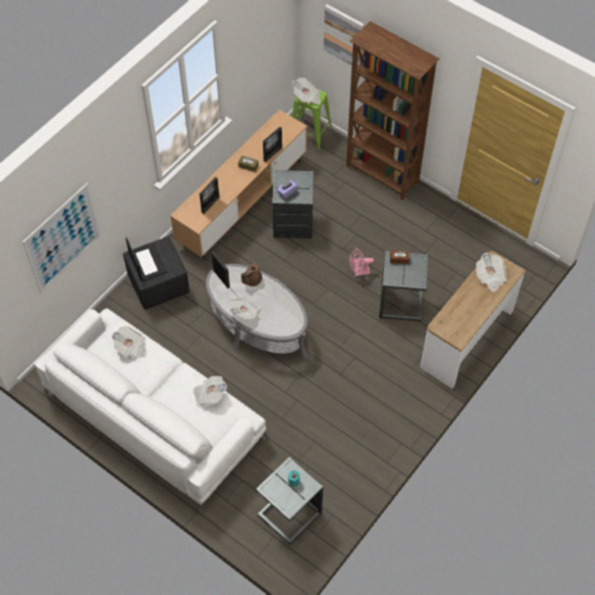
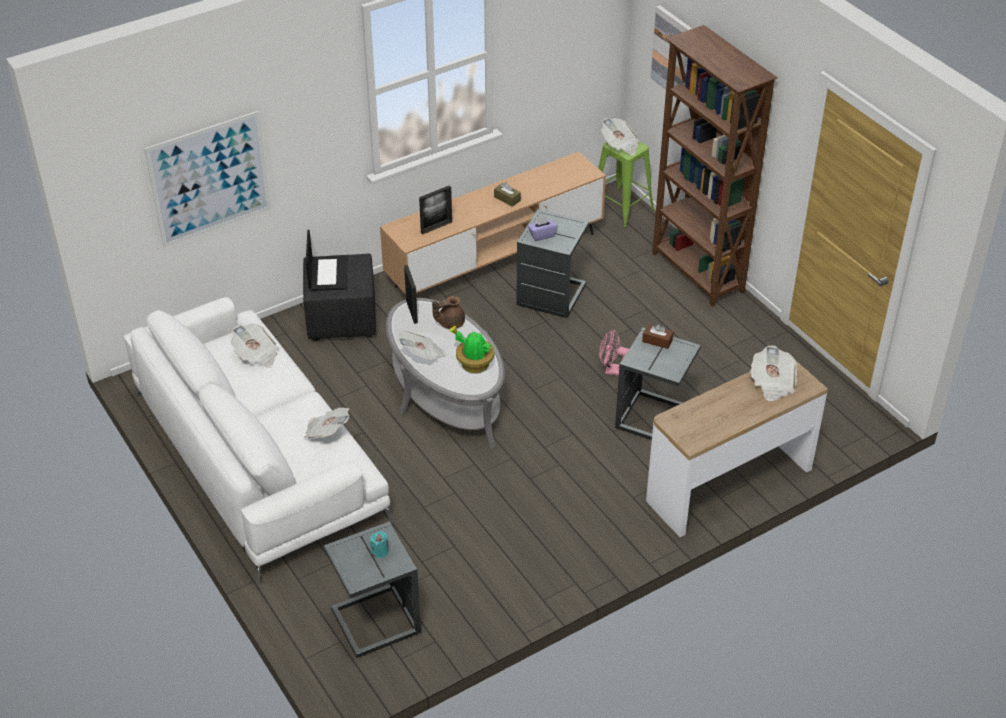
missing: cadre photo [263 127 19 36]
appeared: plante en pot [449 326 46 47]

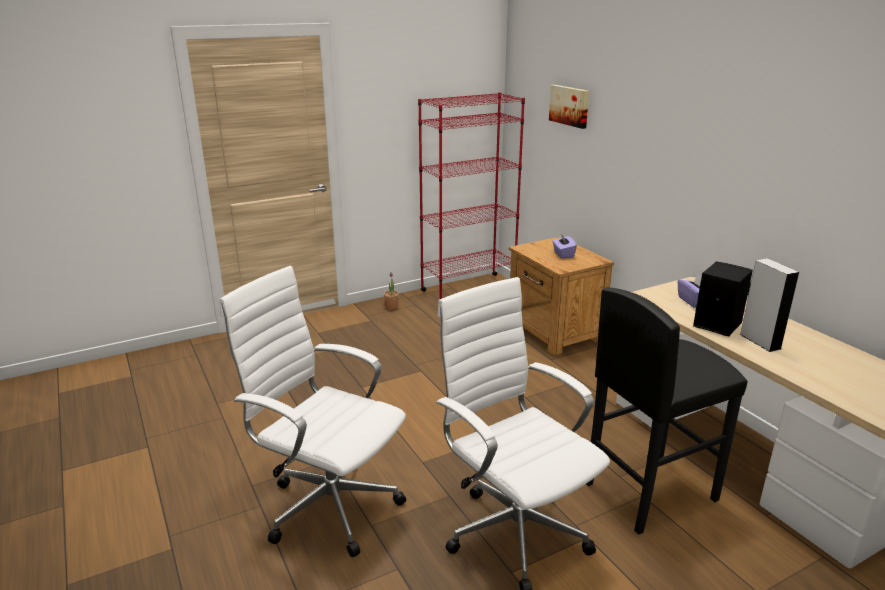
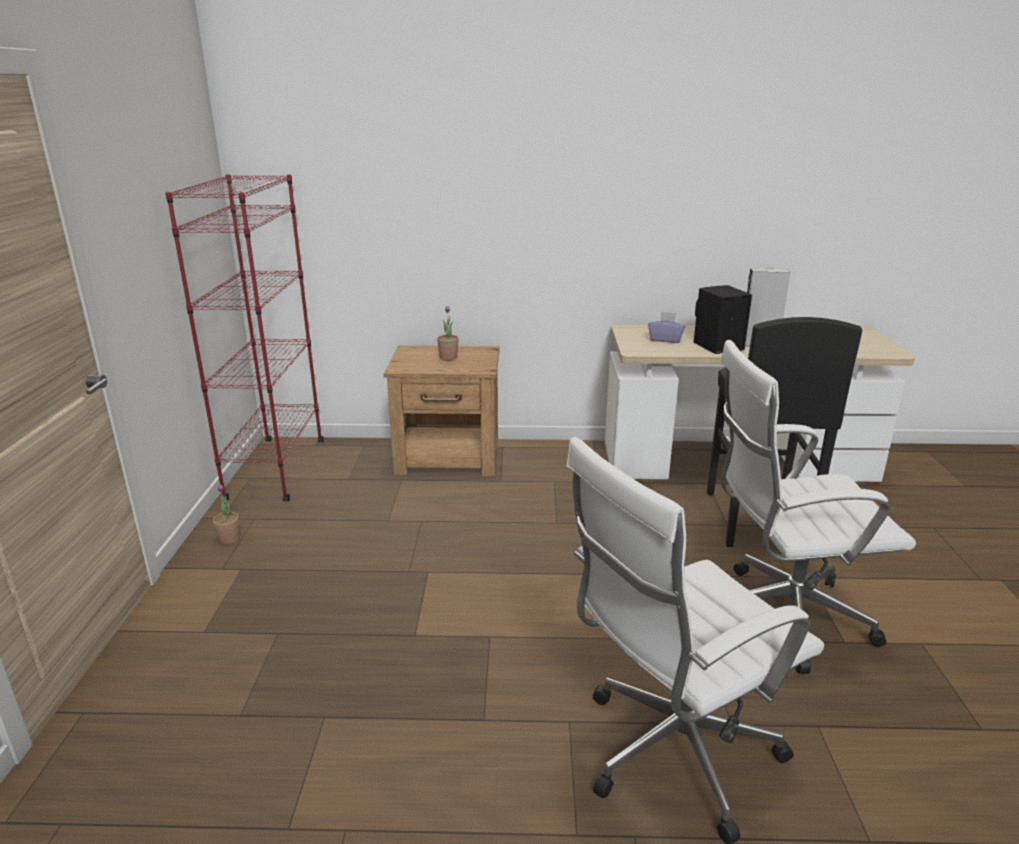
missing: tableau [549 85 40 44]
exchanged: boîte à mouchoirs [violet] [553 234 24 24] to plante en pot [437 306 22 55]

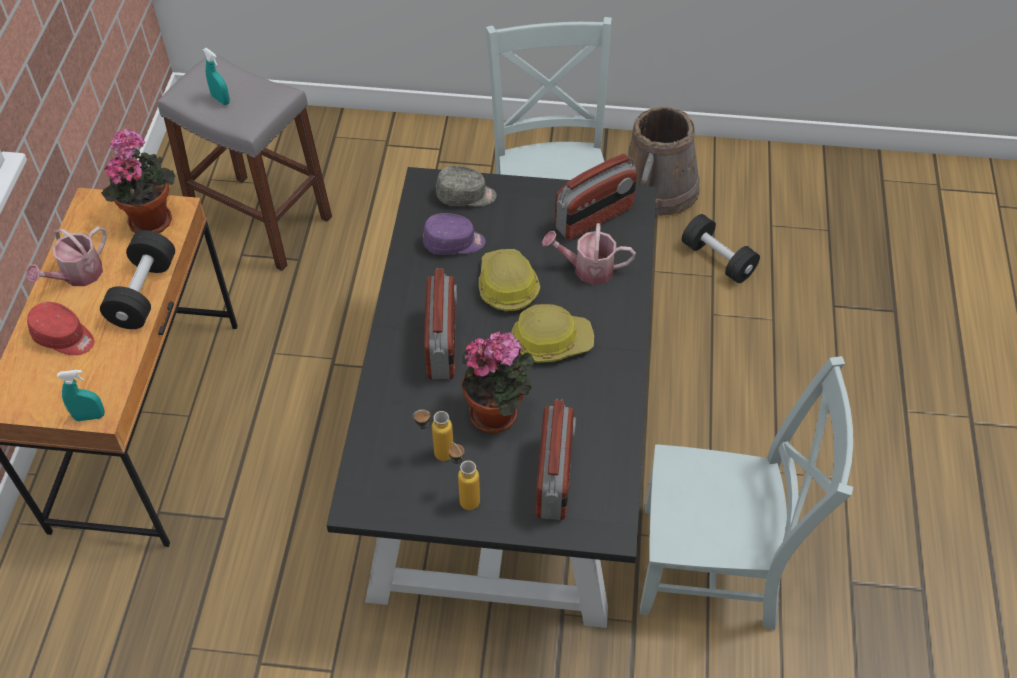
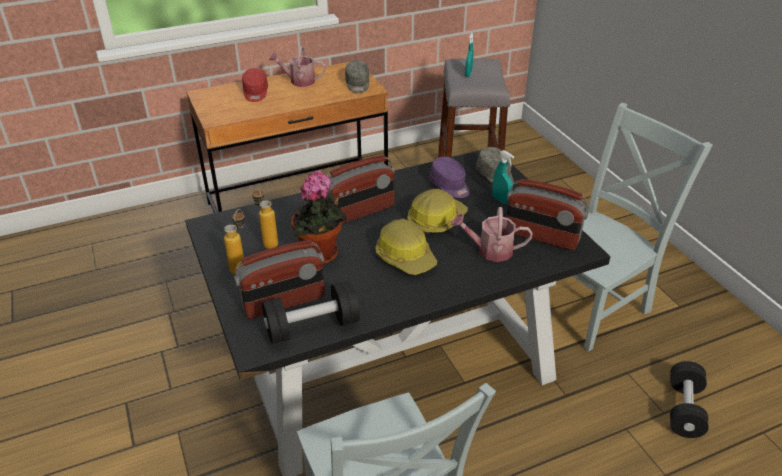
missing: seau [marron] [626 106 74 110]
relocated: haltère [noir] [100 230 75 99] to [262 281 98 63]; vaporisateur [turquoise] [57 370 48 51] to [492 150 22 54]
exchanged: plante en pot [101 129 74 104] to casquette [gris] [345 60 24 33]
spun: arrosoir [542 223 94 62] = [451 207 82 55] 60 degrees counterclockwise

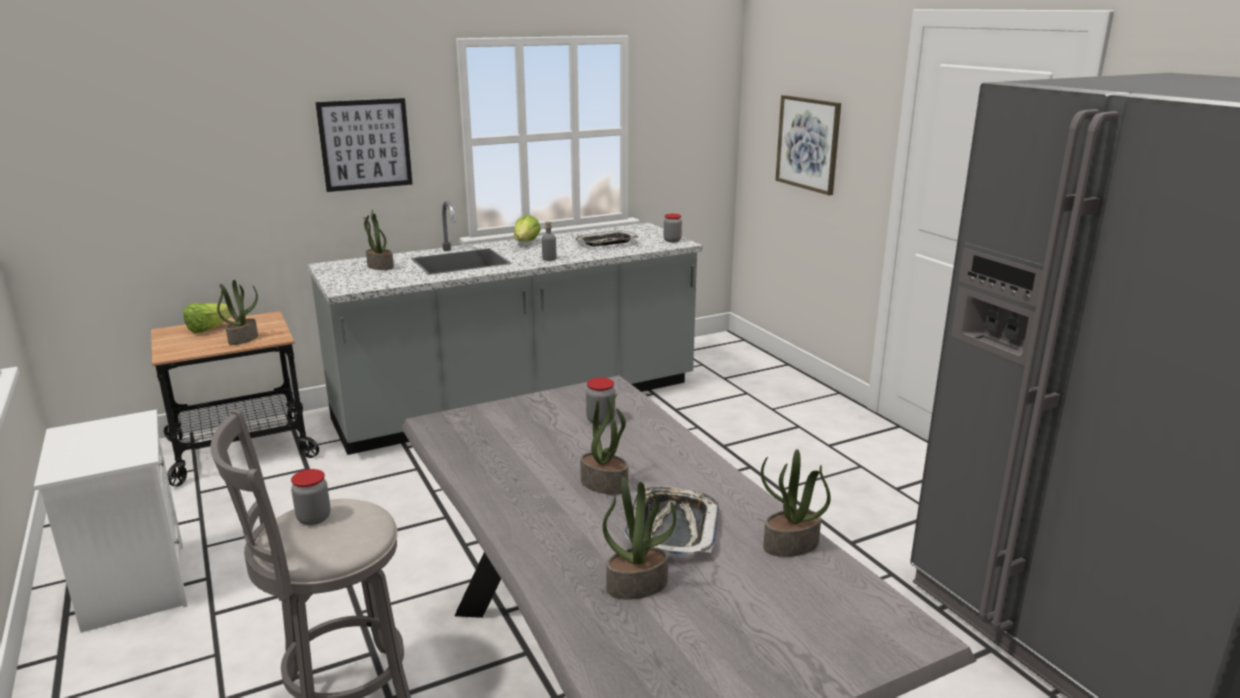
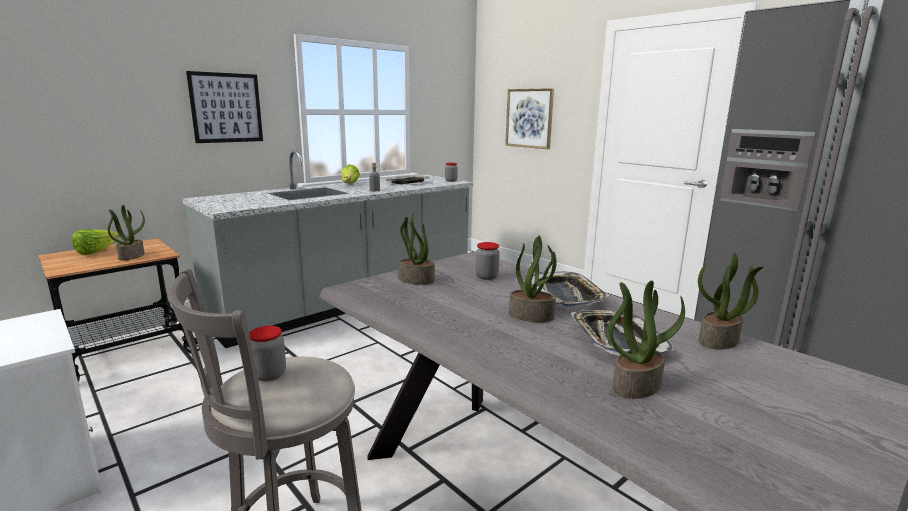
appeared: plateau [531 272 79 35]
relocated: plante en pot [363 210 31 60] to [398 212 37 72]

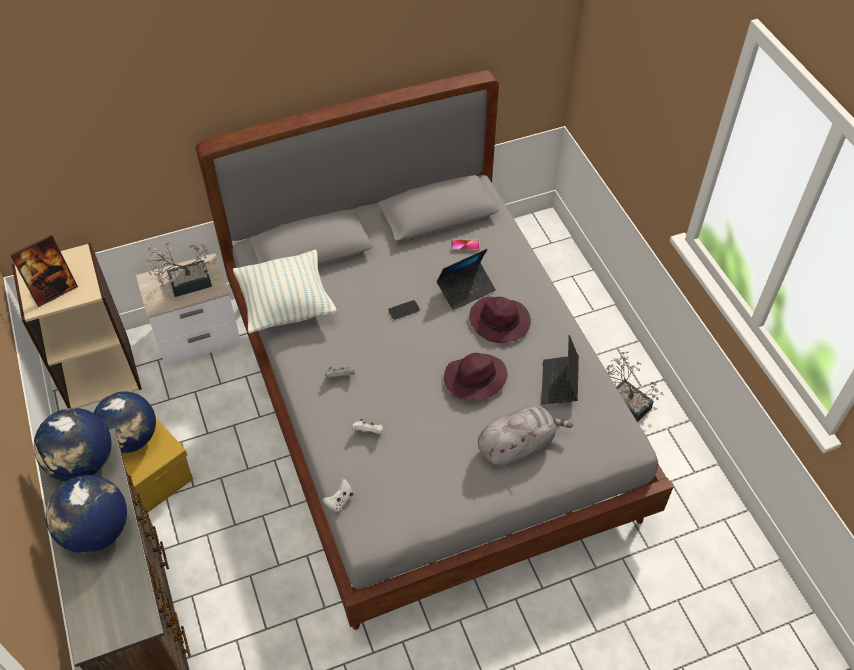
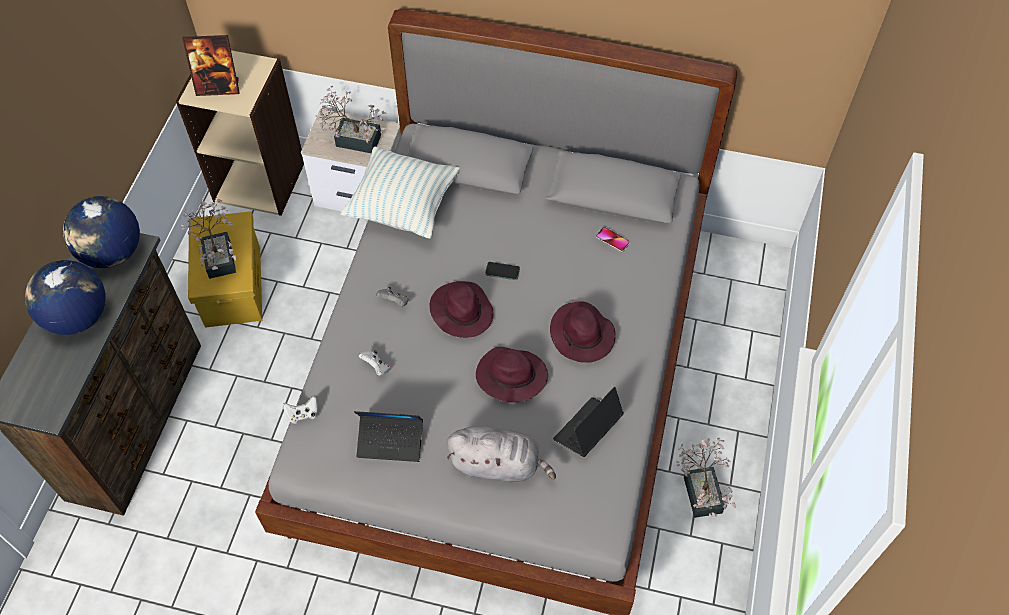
appeared: chapeau [violet] [429 281 65 57]
relocated: ordinateur portable [437 249 59 61] to [354 411 69 51]
exchanged: globe [94 392 62 61] to plante en pot [181 199 56 80]

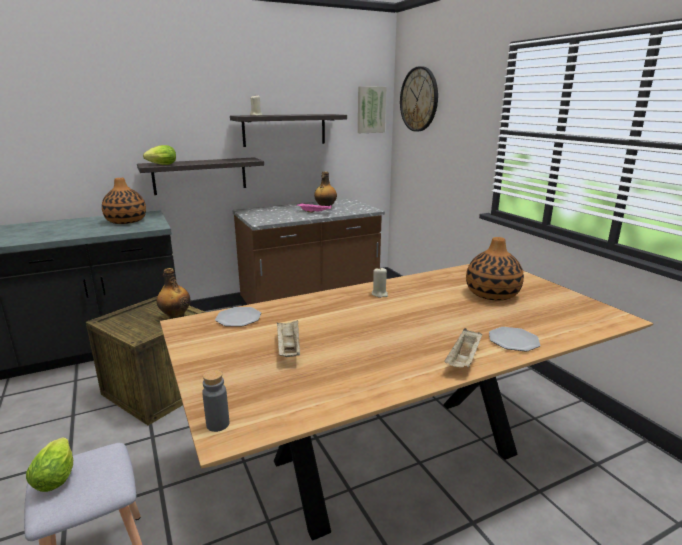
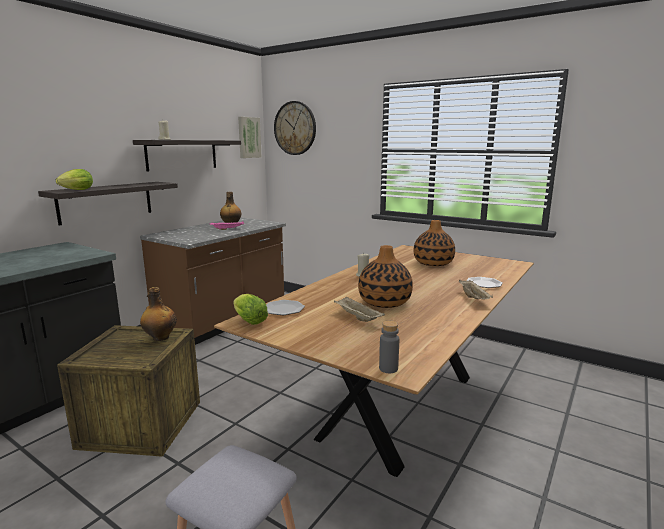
relocated: laitue [26 438 47 54] to [233 294 35 31]; vase [102 178 44 46] to [358 245 55 63]

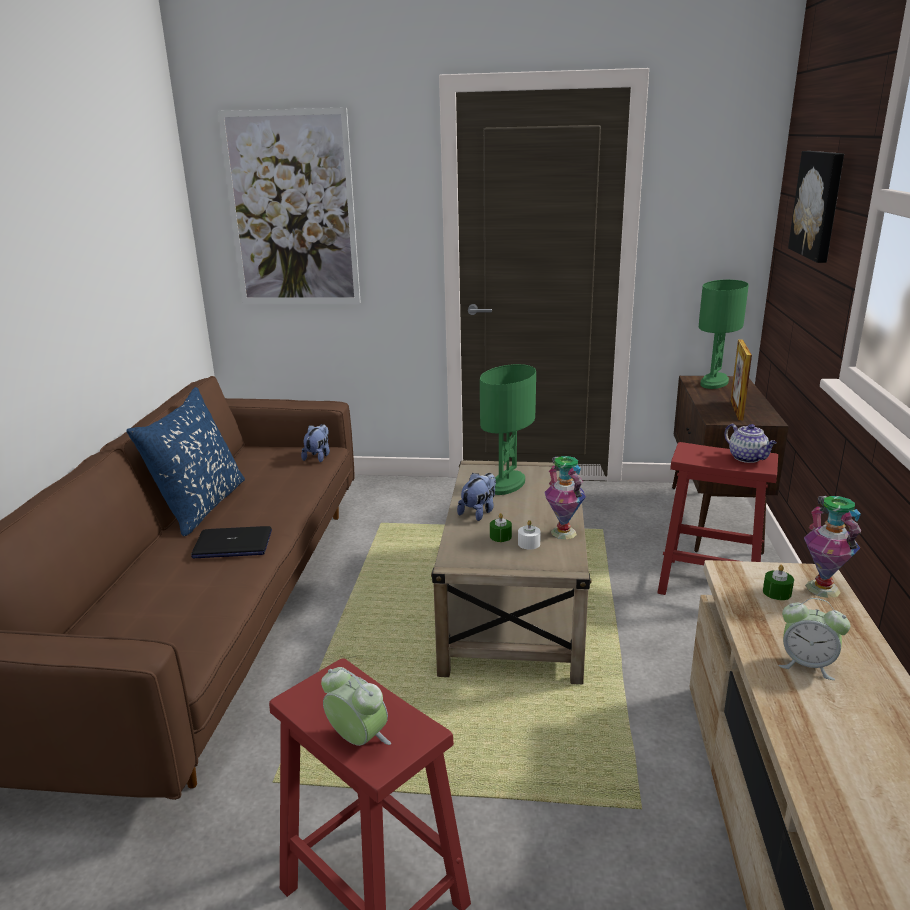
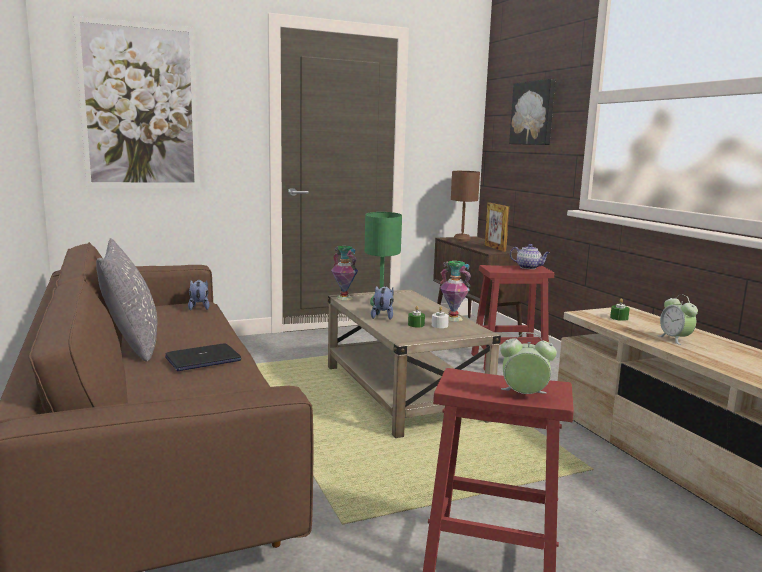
relocated: vase [804 496 57 102] to [331 246 27 54]
colour: coussin [bleu] [126 387 119 149] to coussin [gris] [96 238 61 123]; lampe de table [vert] [699 280 50 109] to lampe de table [marron] [451 171 29 71]
spun: réveil [778 598 73 82] = [657 294 41 51] 75 degrees clockwise

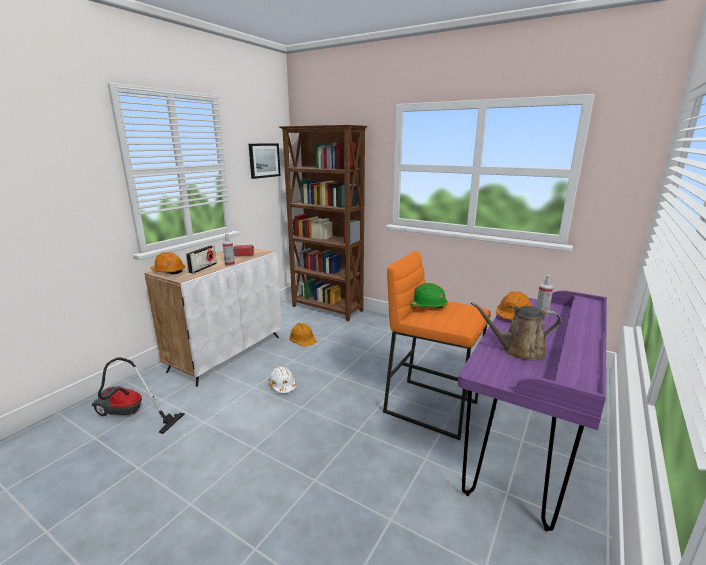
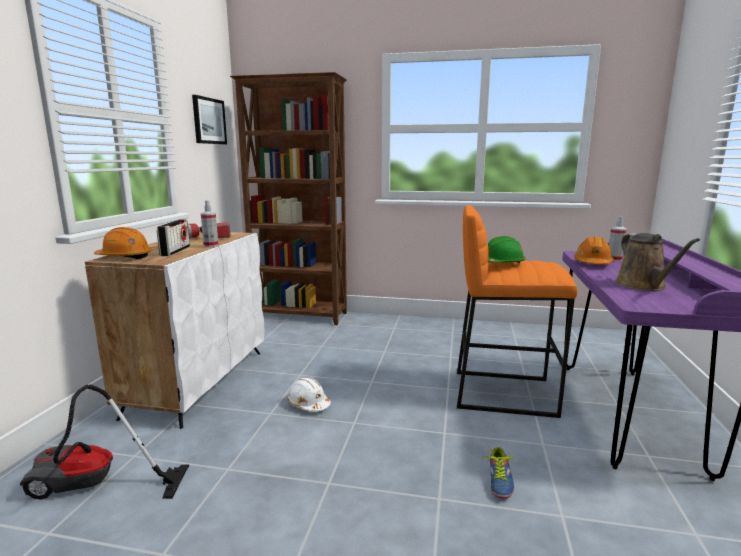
missing: casque de chantier [orange] [289 323 28 24]
appeared: chaussure [483 446 31 53]
spun: arrosoir [marron] [471 302 90 59] = [616 233 84 58] 75 degrees counterclockwise

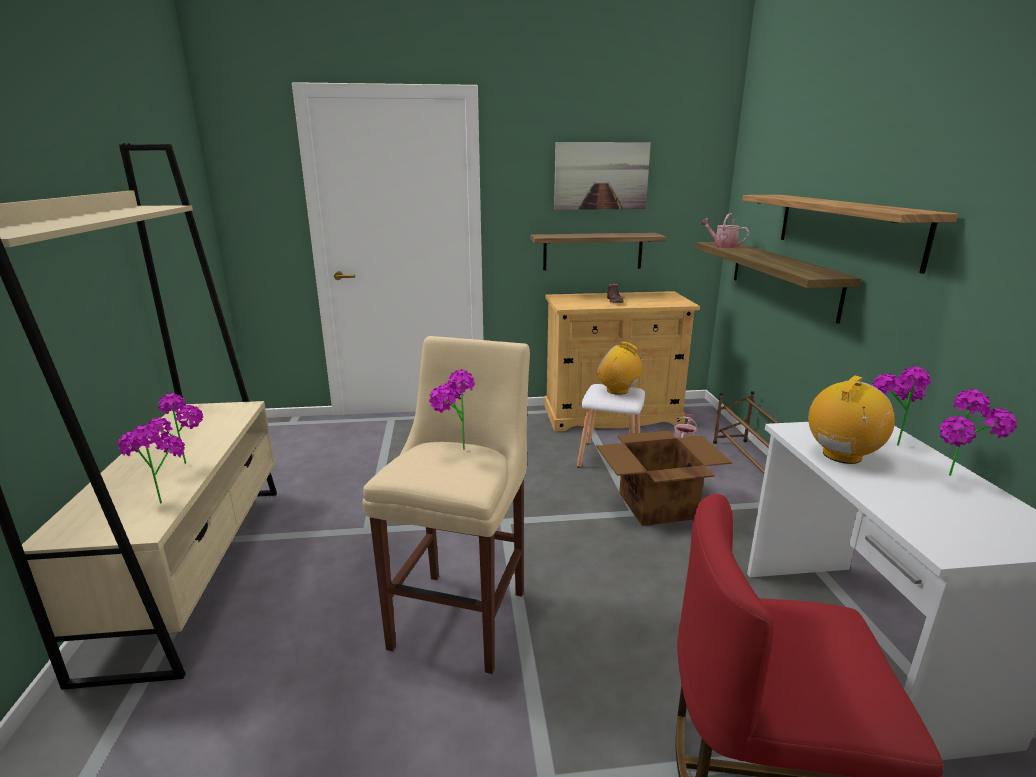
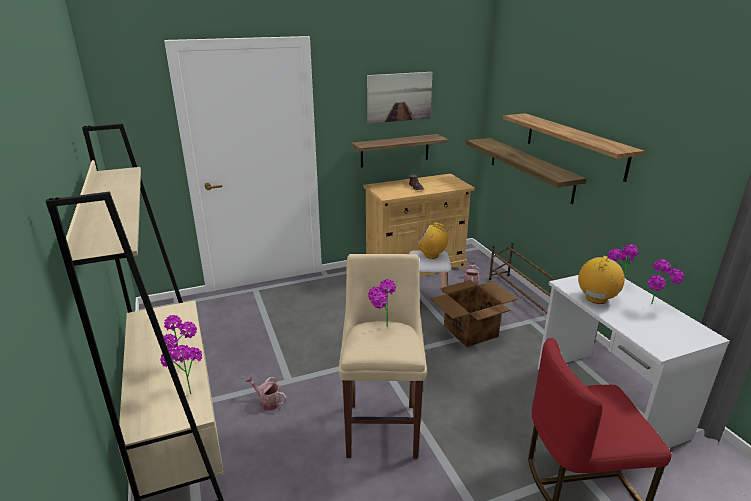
relocated: arrosoir [700 213 49 35] to [245 376 42 34]

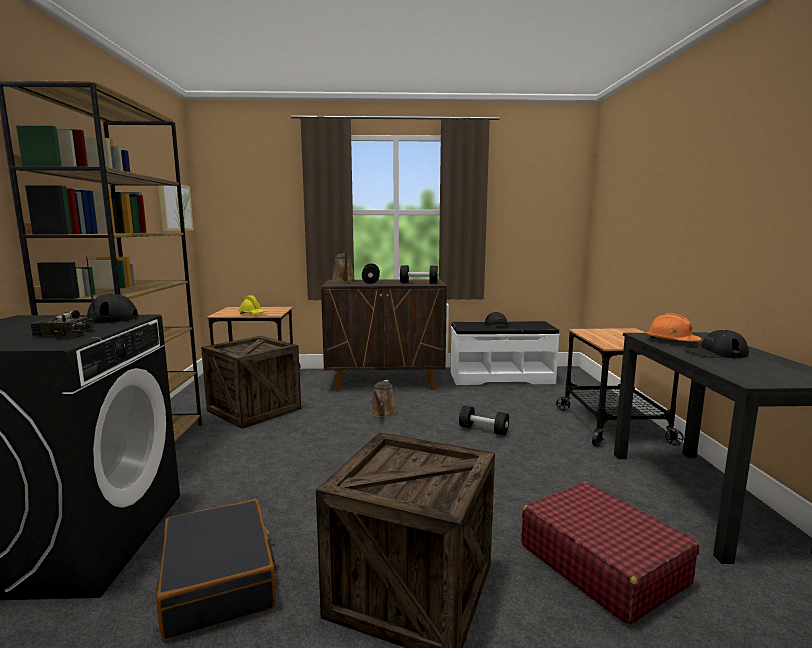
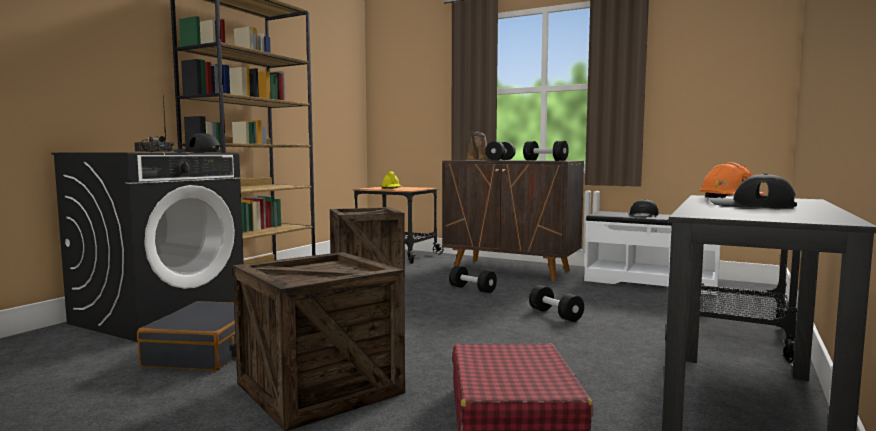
missing: tableau [158 185 36 46]
exchanged: arrosoir [marron] [370 380 28 37] to haltère [noir] [449 266 48 27]

